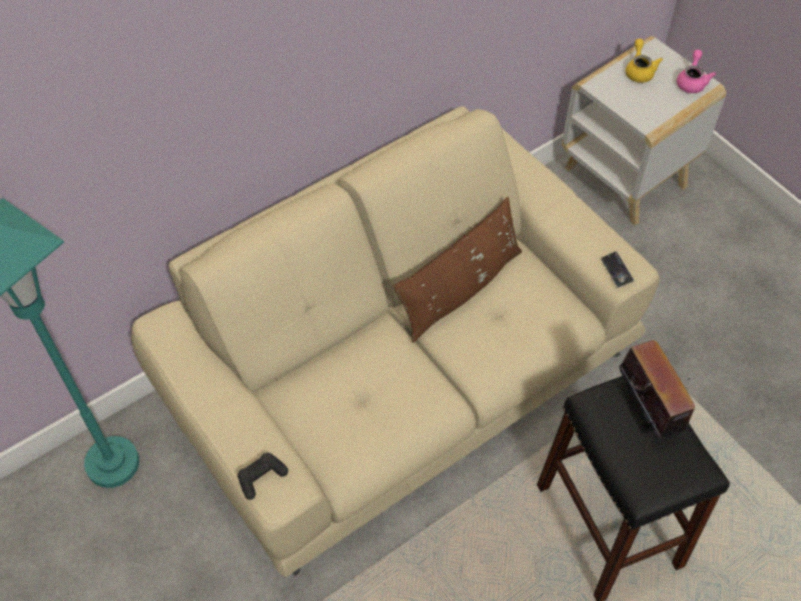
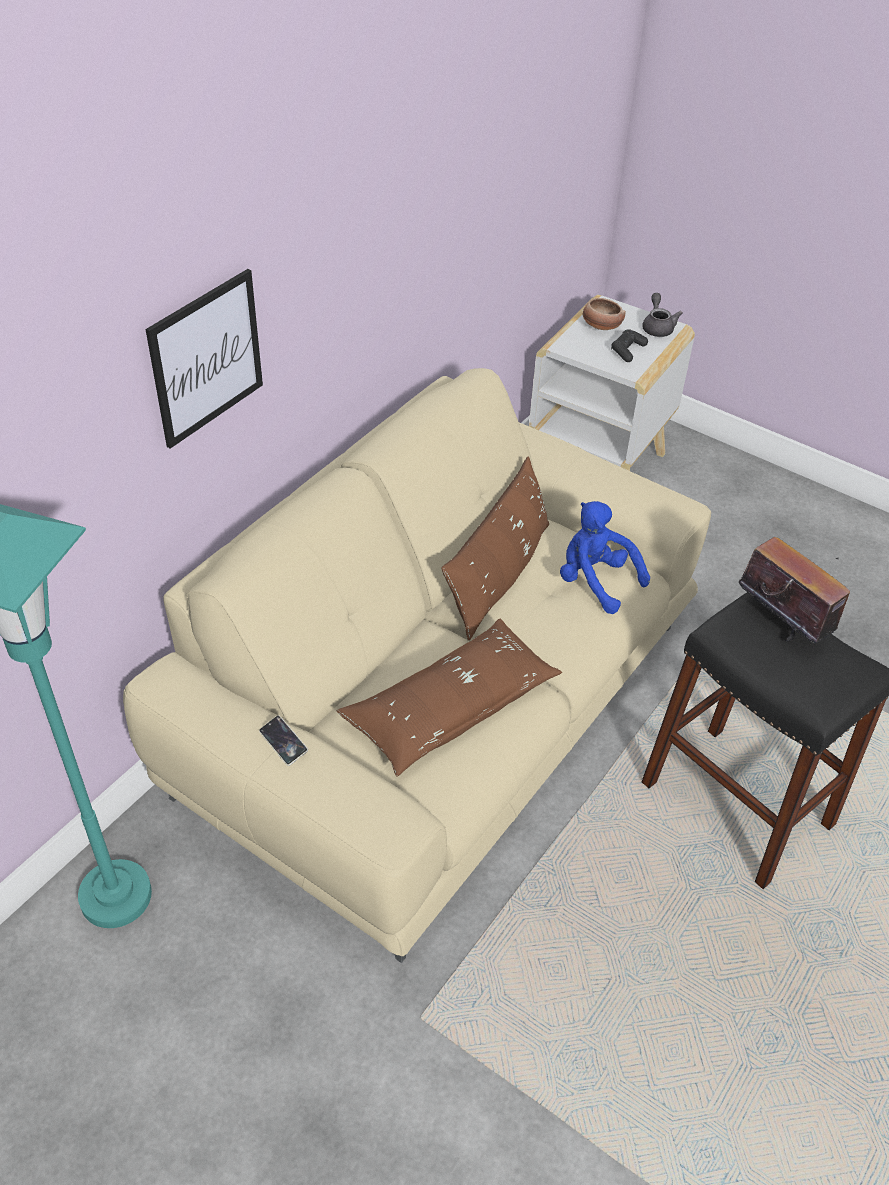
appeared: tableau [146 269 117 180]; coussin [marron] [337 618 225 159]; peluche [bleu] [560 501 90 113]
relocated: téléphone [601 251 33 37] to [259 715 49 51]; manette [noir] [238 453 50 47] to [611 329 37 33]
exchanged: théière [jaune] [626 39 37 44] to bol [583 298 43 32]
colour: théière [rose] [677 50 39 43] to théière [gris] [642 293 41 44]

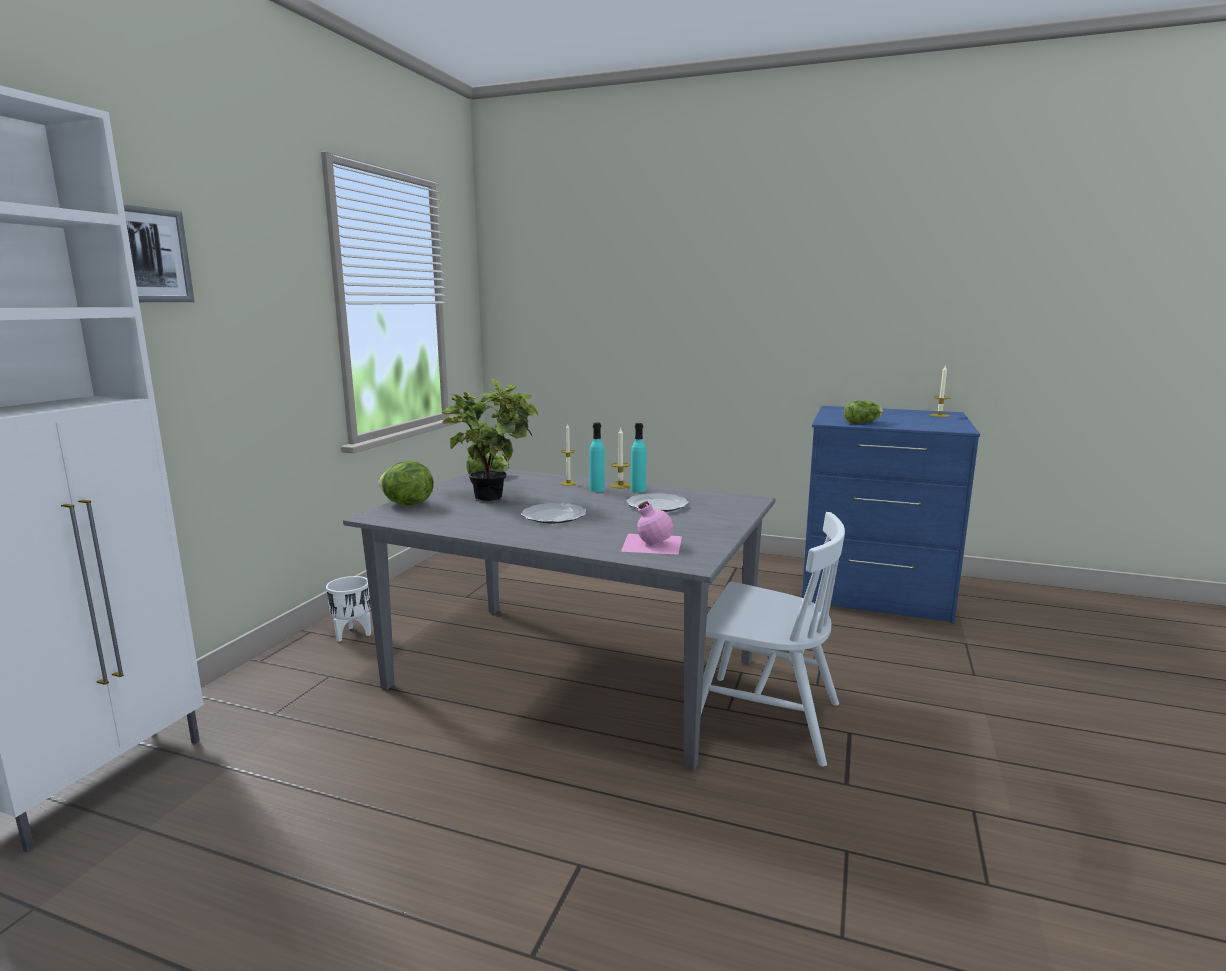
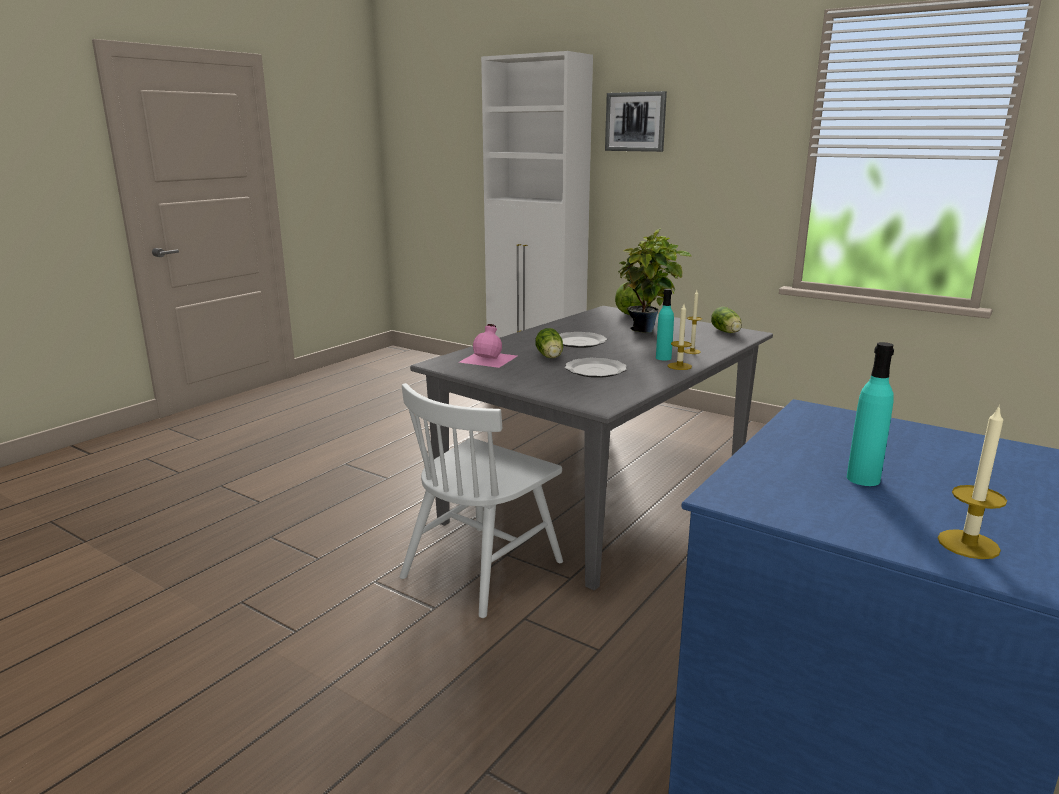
missing: cache-pot [blanc] [326 576 45 66]
relocated: laitue [844 401 39 23] to [535 328 28 30]; bouteille [turquoise] [631 423 15 70] to [847 342 47 144]

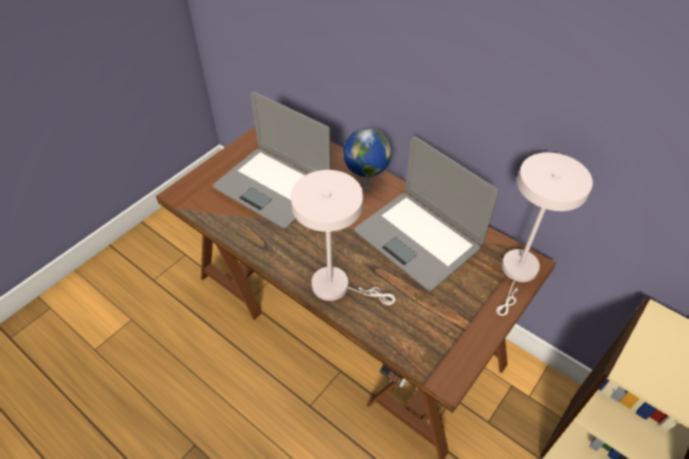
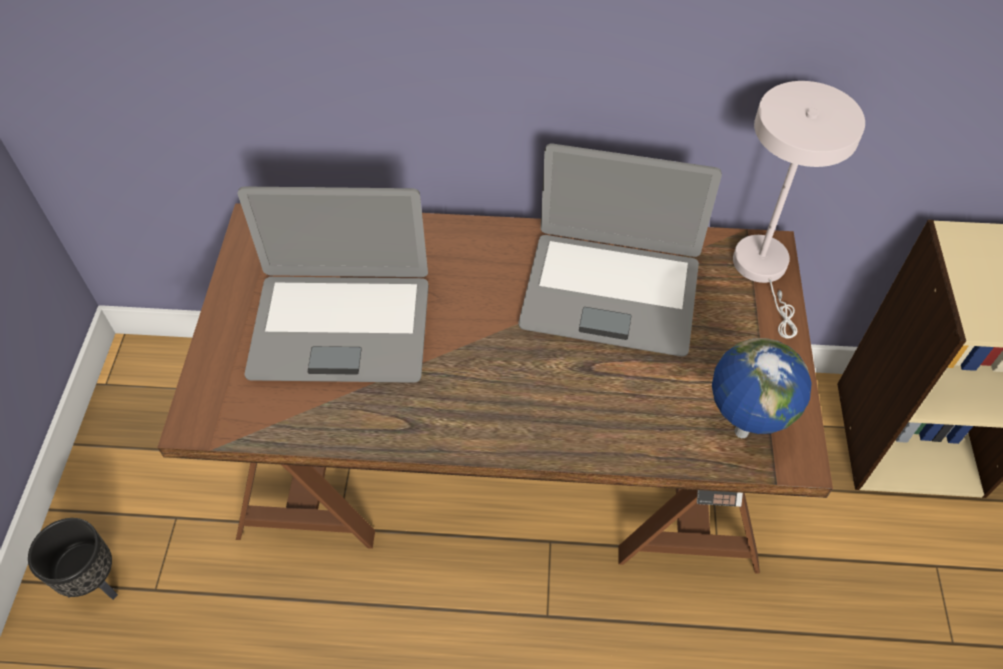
missing: lampe de table [blanc] [291 170 104 135]
appeared: cache-pot [noir] [28 518 90 82]
relocated: globe [343 128 49 61] to [712 338 100 100]

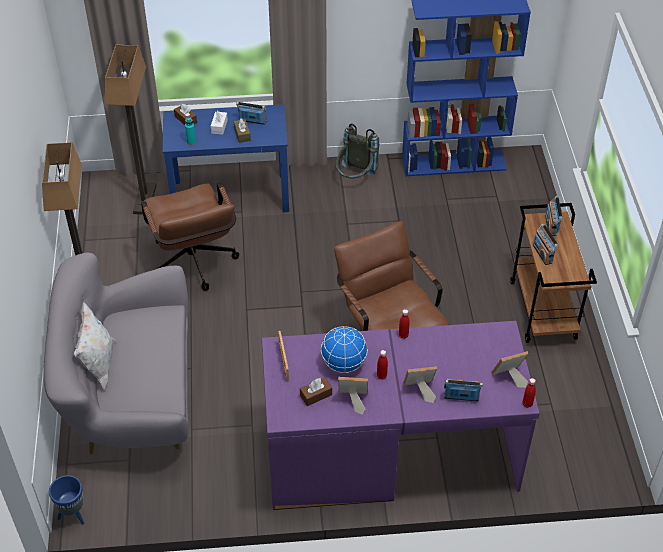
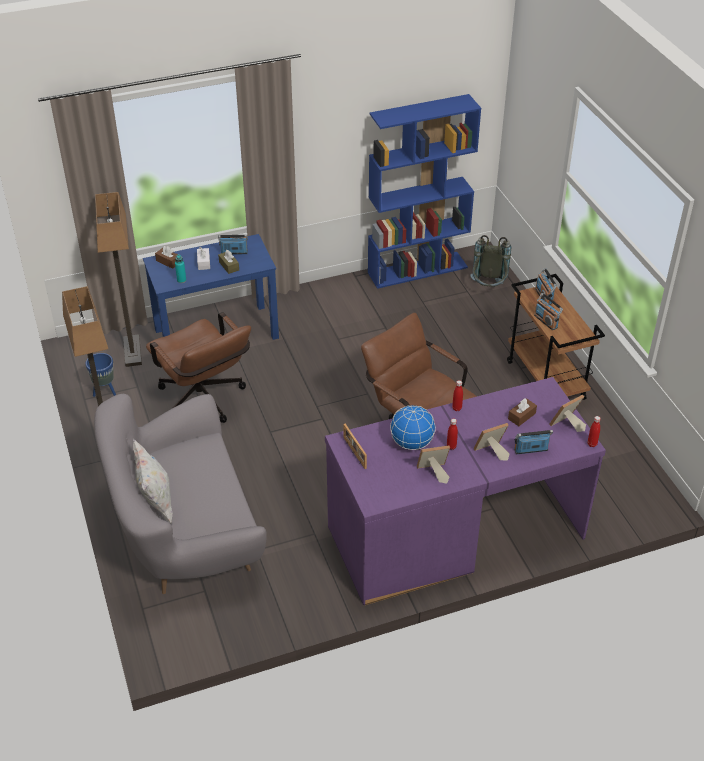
relocated: cache-pot [bleu] [49 475 35 50] to [85 353 31 44]; sac à dos [gris] [336 124 43 55] to [470 235 41 52]; boîte à mouchoirs [marron] [300 377 32 29] to [508 398 29 28]

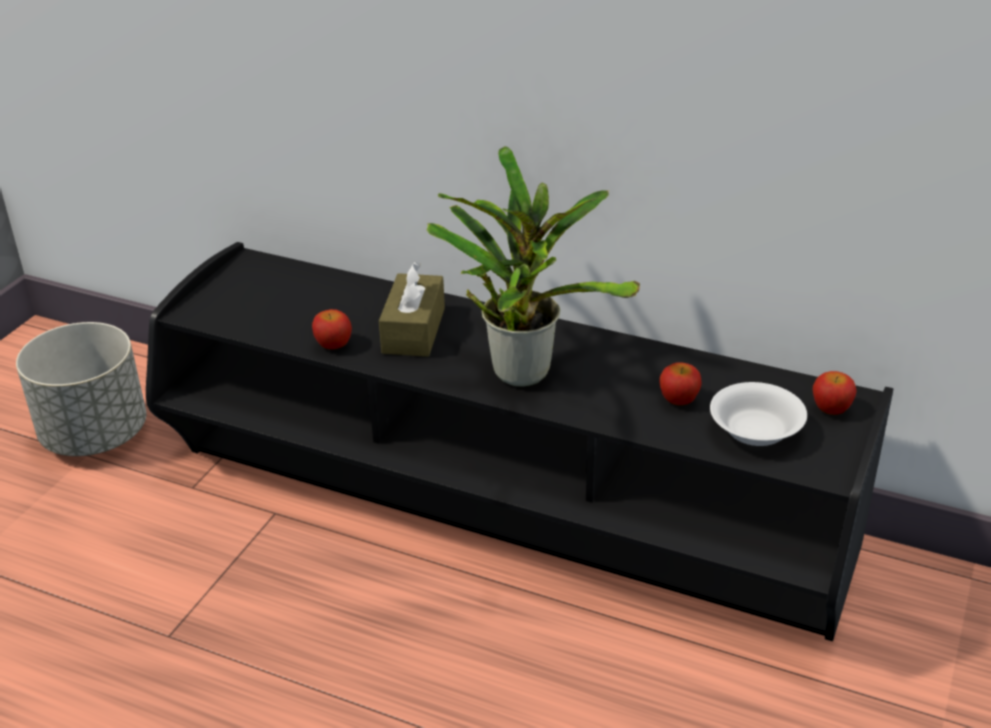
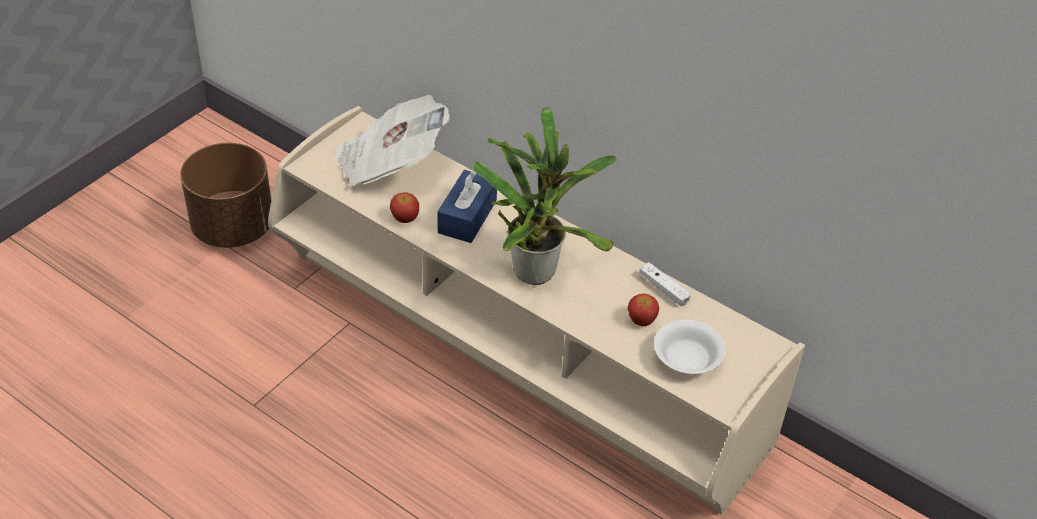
missing: pomme [813 371 44 44]
appeared: journal [334 95 116 92]; manette [blanc] [639 262 52 44]
colour: cache-pot [gris] [16 322 130 134] to cache-pot [marron] [180 143 91 105]; meuble télé [noir] [146 242 747 399] to meuble télé [beige] [268 106 537 409]; boîte à mouchoirs [marron] [379 262 66 95] to boîte à mouchoirs [bleu] [437 170 60 73]

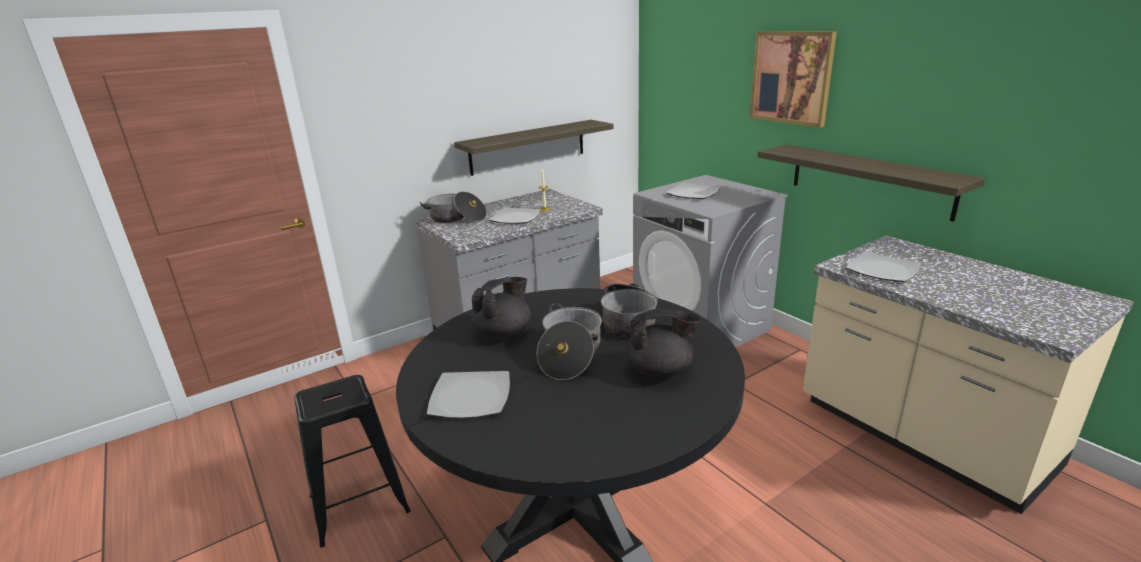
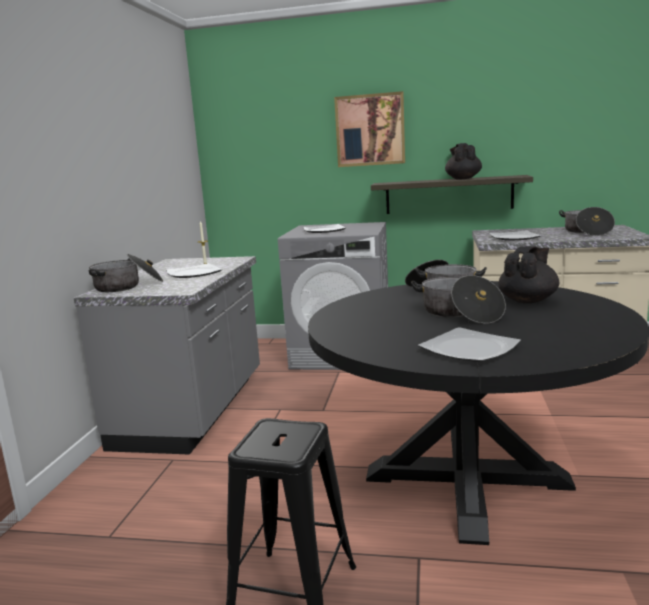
missing: étagère [454 120 159 56]
appeared: marmite [559 207 56 29]
relocated: théière [noir] [472 277 59 62] to [445 143 37 36]

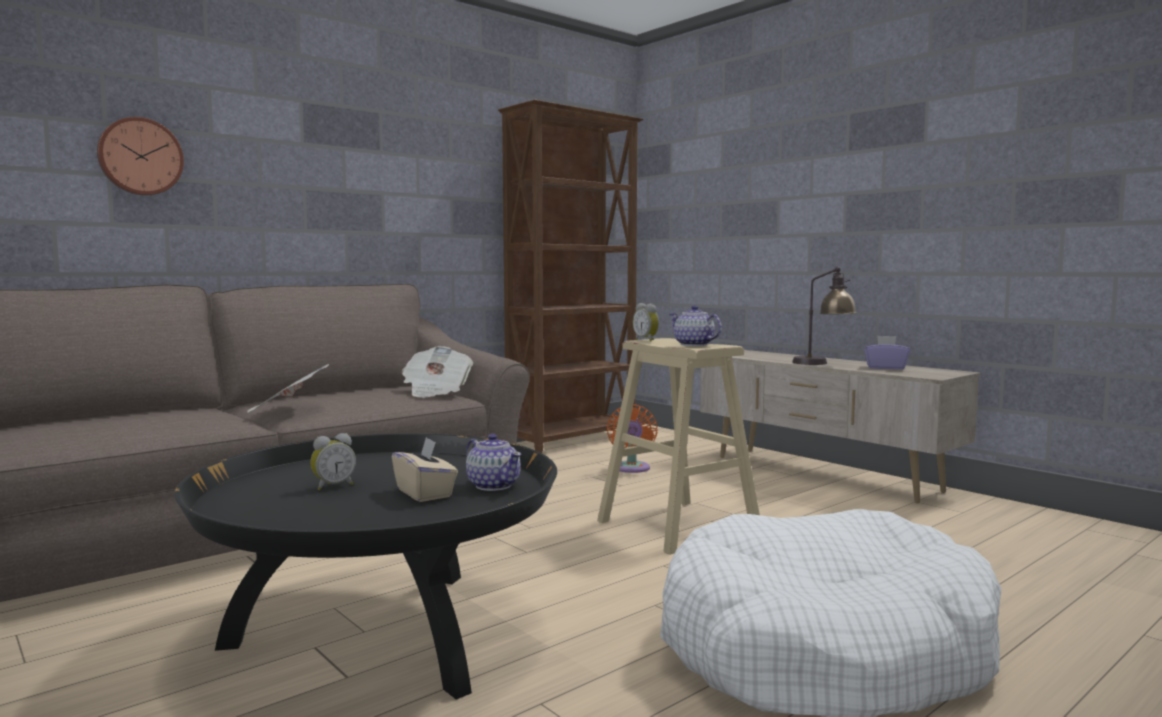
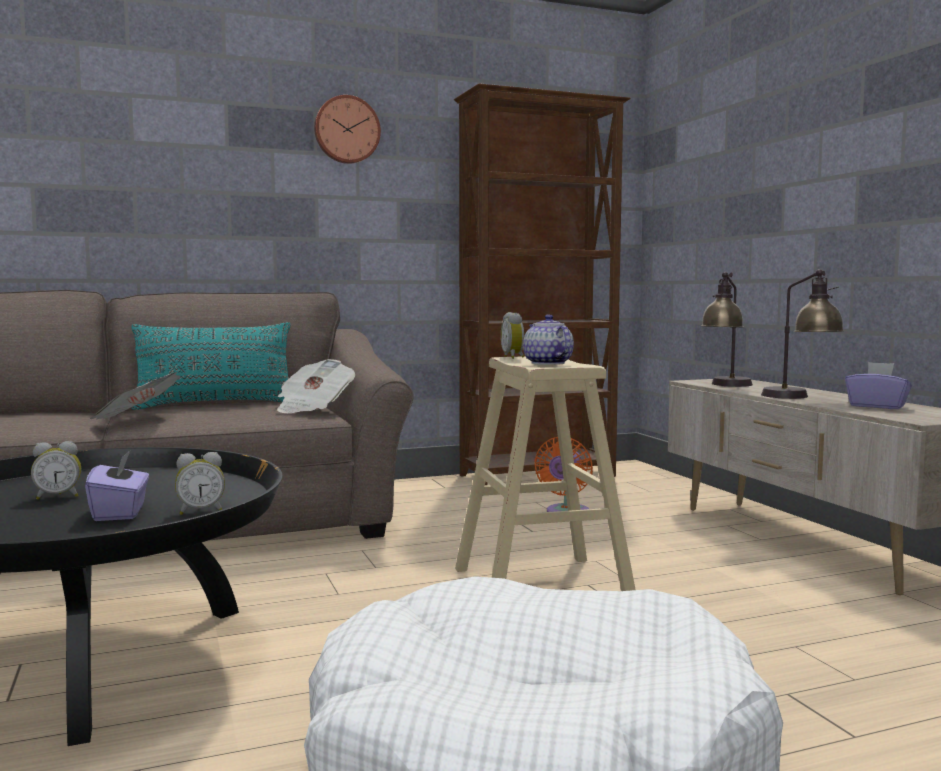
appeared: coussin [turquoise] [131 322 160 88]; lampe de table [701 272 52 115]
relocated: horloge murale [97 117 87 78] to [314 95 67 69]
exchanged: théière [466 434 55 57] to réveil [175 452 50 63]
colour: boîte à mouchoirs [beige] [392 437 66 65] to boîte à mouchoirs [violet] [85 450 64 71]

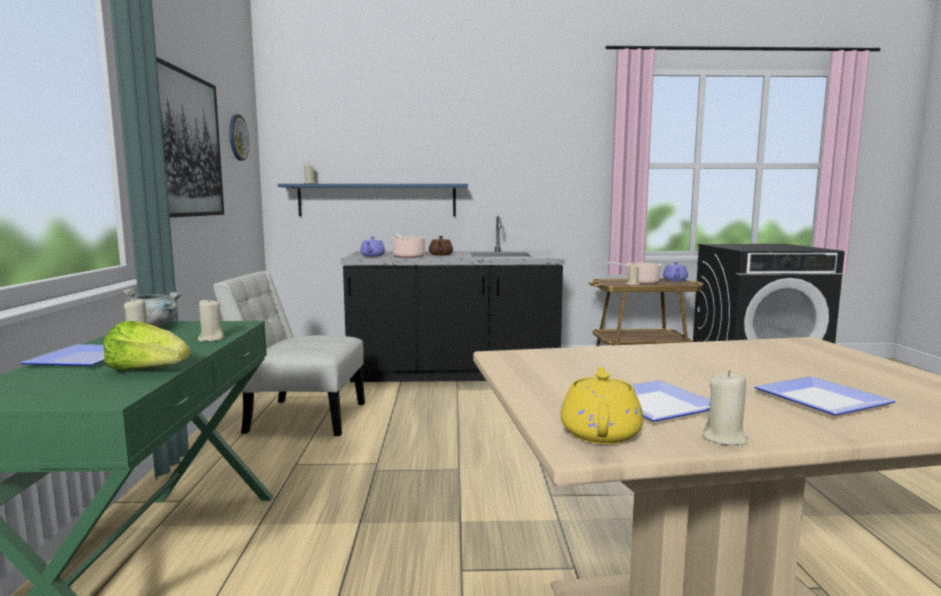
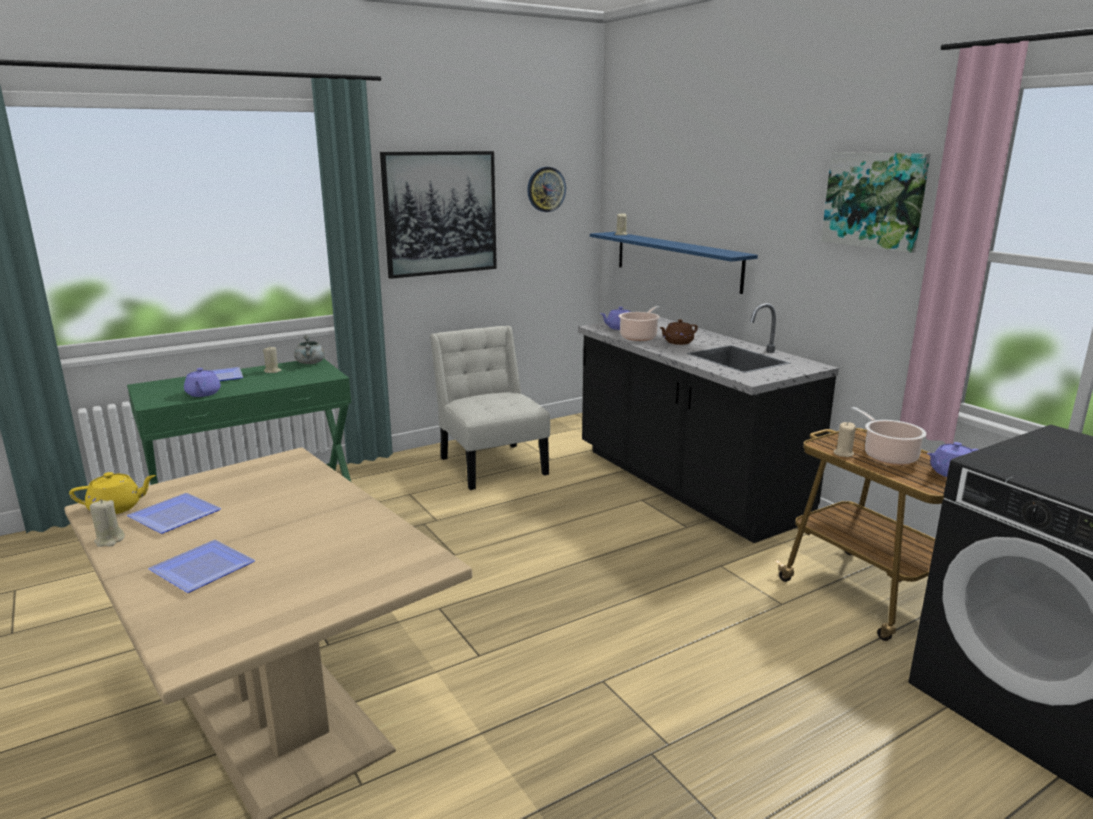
missing: bougie [beige] [198 298 27 44]
appeared: tableau [821 152 109 101]
exchanged: laitue [103 321 87 49] to théière [violet] [184 368 37 29]

